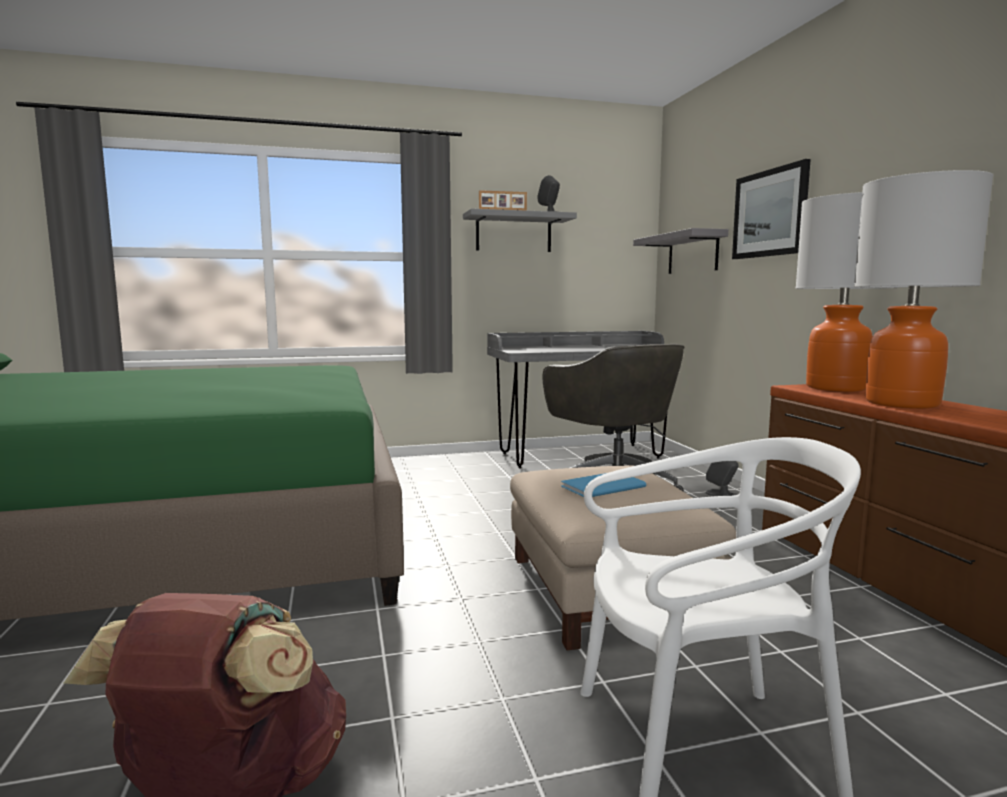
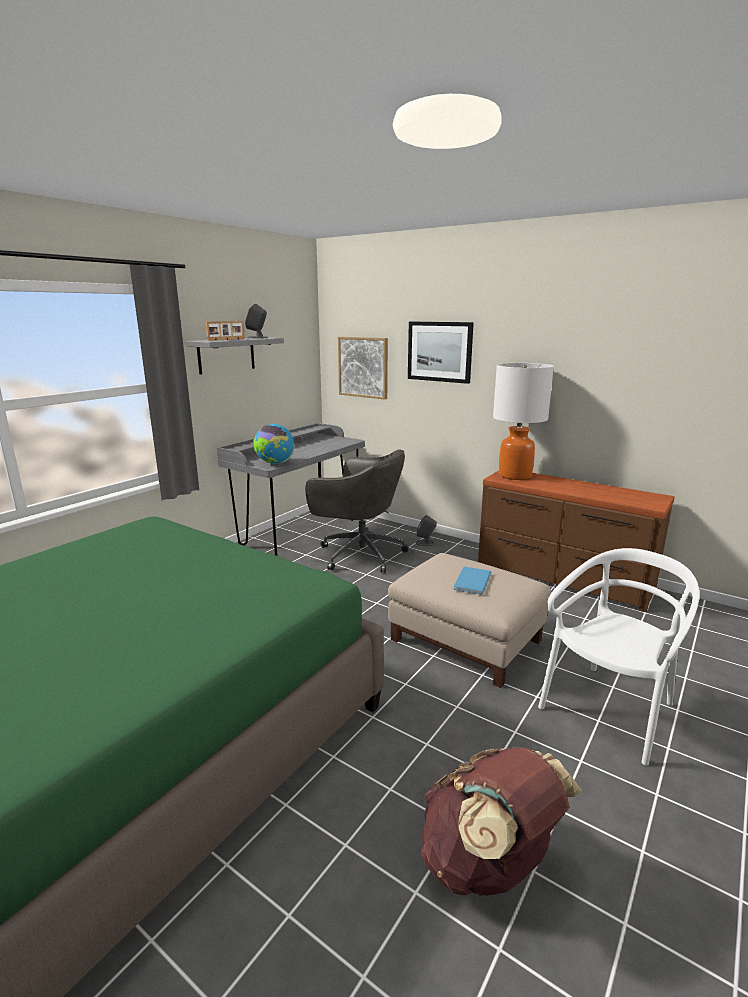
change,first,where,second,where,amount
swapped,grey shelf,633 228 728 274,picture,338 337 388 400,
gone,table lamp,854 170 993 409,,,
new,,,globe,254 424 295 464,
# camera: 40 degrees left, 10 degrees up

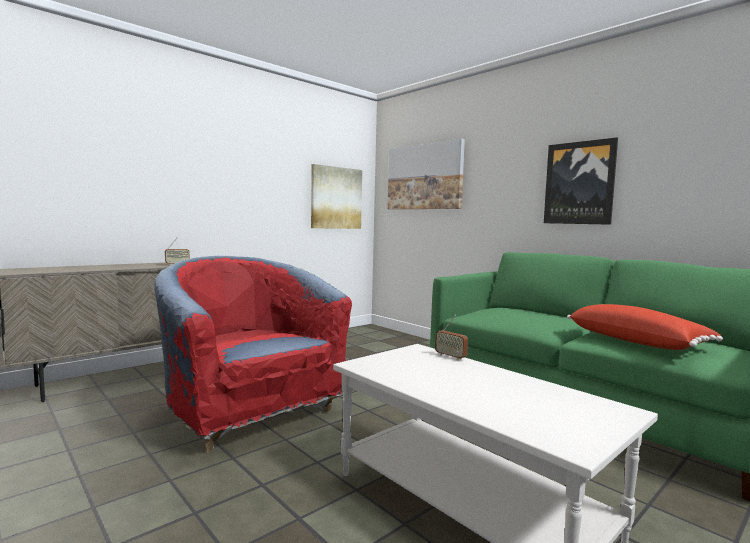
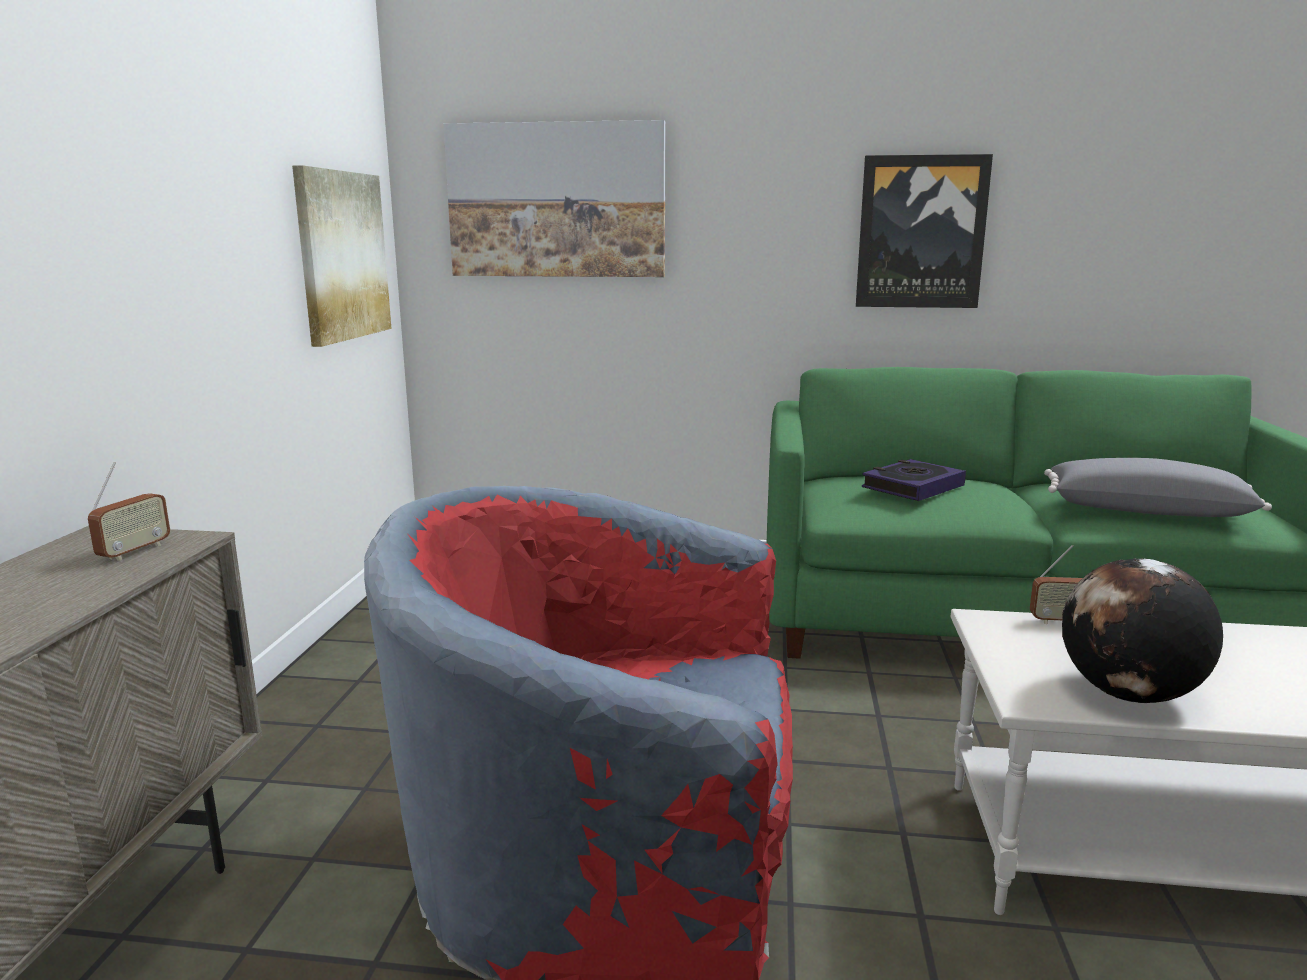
change,first,where,second,where,amount
repainted,red pillow,567 304 723 350,grey pillow,1044 458 1272 517,
new,,,book,862 459 966 501,
new,,,globe,1062 558 1223 703,
# camera: 40 degrees left, 10 degrees up

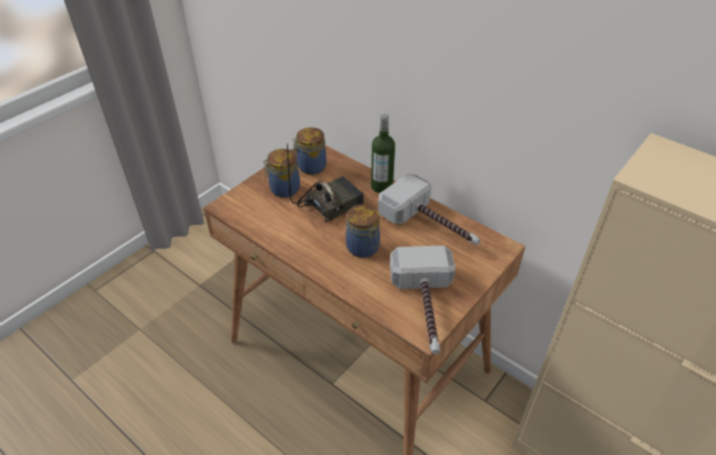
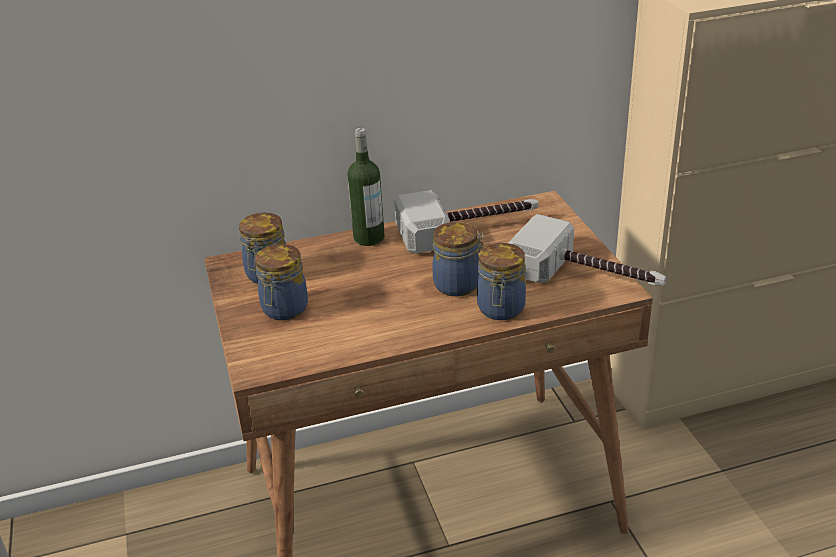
change,first,where,second,where,amount
gone,radio,287 144 364 223,,,
new,,,jar,477 243 526 320,
# camera: 55 degrees left, 10 degrees down

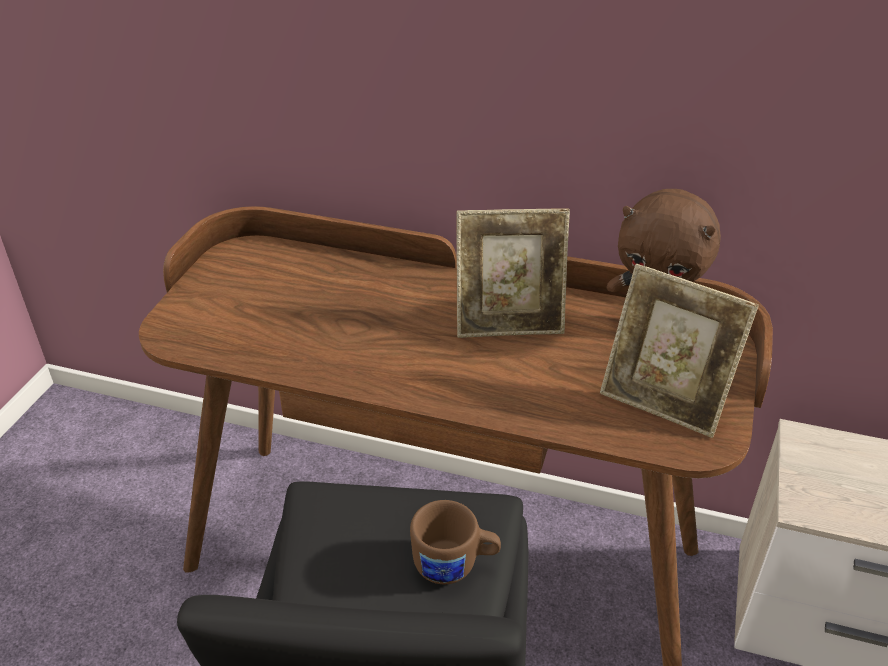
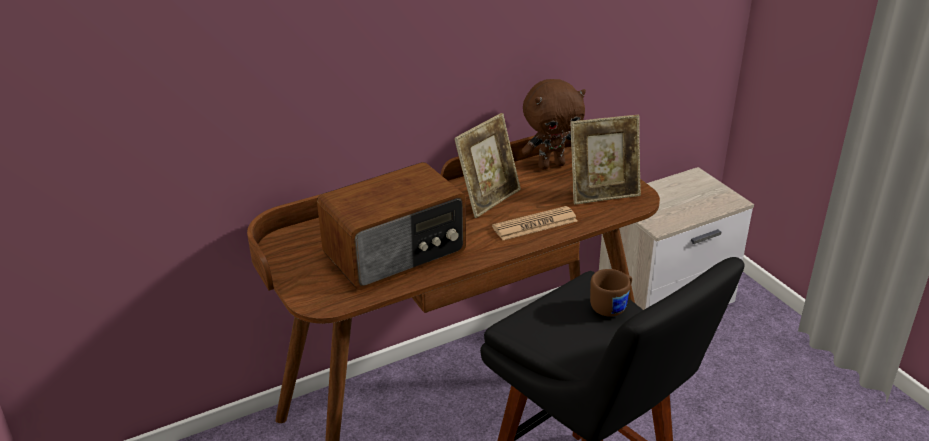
change,first,where,second,where,amount
new,,,radio,317 162 466 290,
new,,,newspaper,492 206 577 240,
# camera: 45 degrees left, 5 degrees down

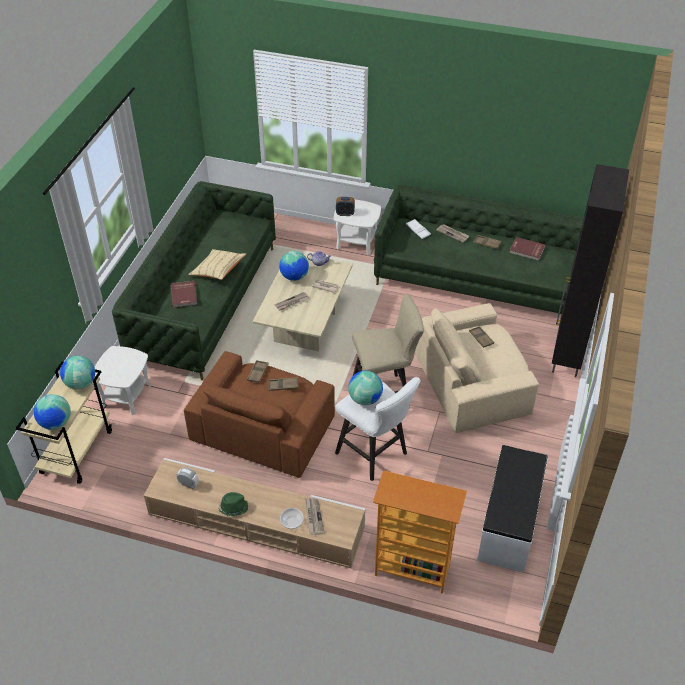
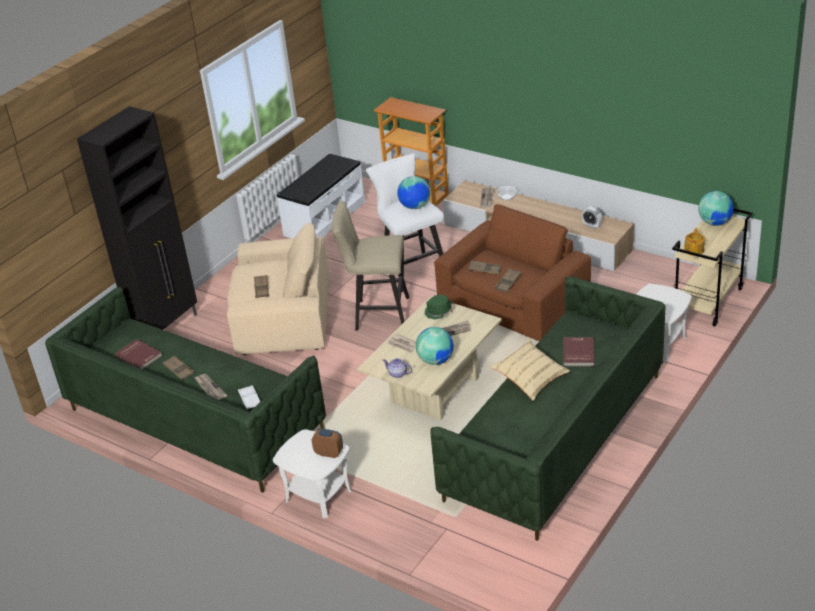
change,first,where,second,where,amount
swapped,globe,60 356 95 390,teapot,684 228 705 256,
shifted,green hat,218 492 248 516,,425 295 454 319,
# camera: 160 degrees left, 10 degrees down

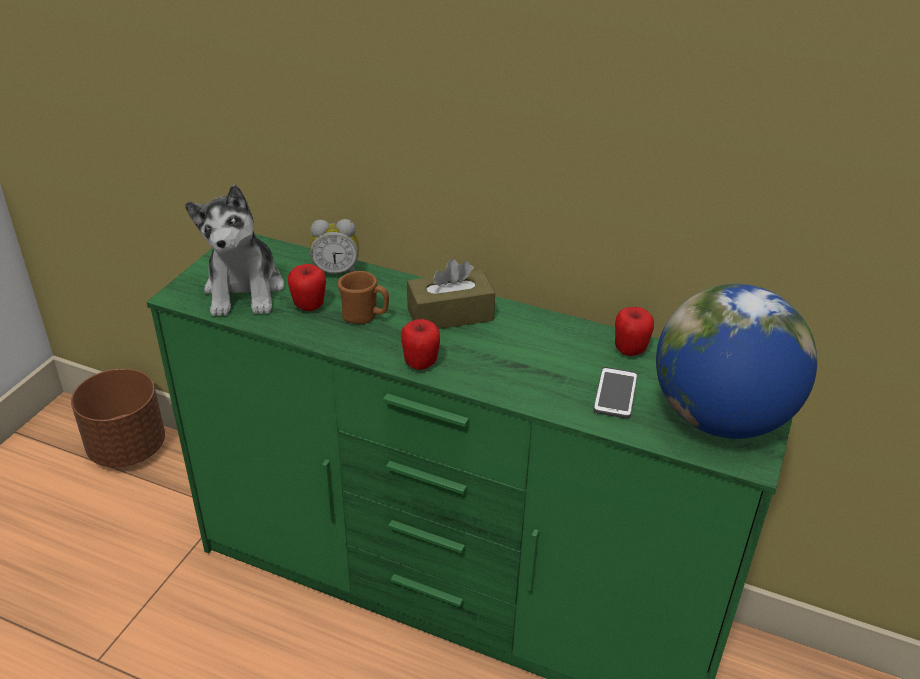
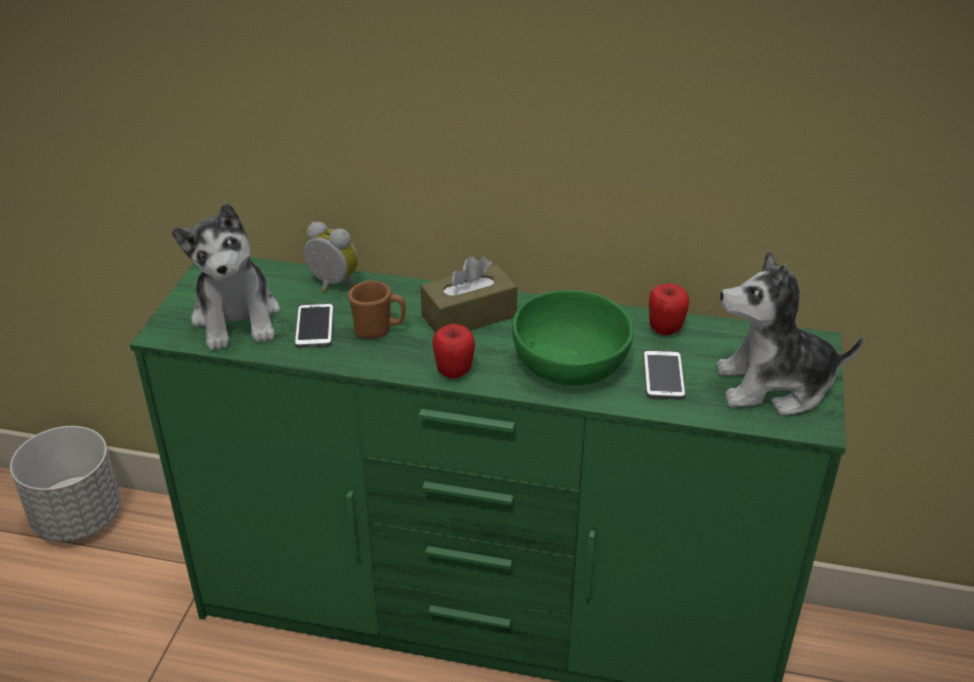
change,first,where,second,where,amount
repainted,brown planter,71 369 165 467,grey planter,10 426 121 541,
swapped,apple,288 264 326 311,phone,294 303 334 348,
rotated,alarm clock,310 219 359 274,,304 222 358 292,135 degrees counterclockwise
swapped,globe,656 284 817 439,plush toy,716 251 864 416,
new,,,green bowl,512 290 634 386,
# camera: 10 degrees left, 0 degrees up

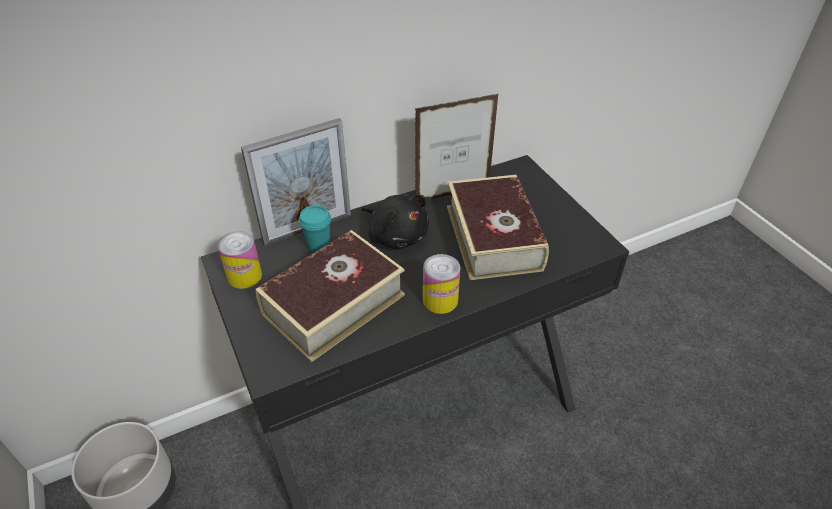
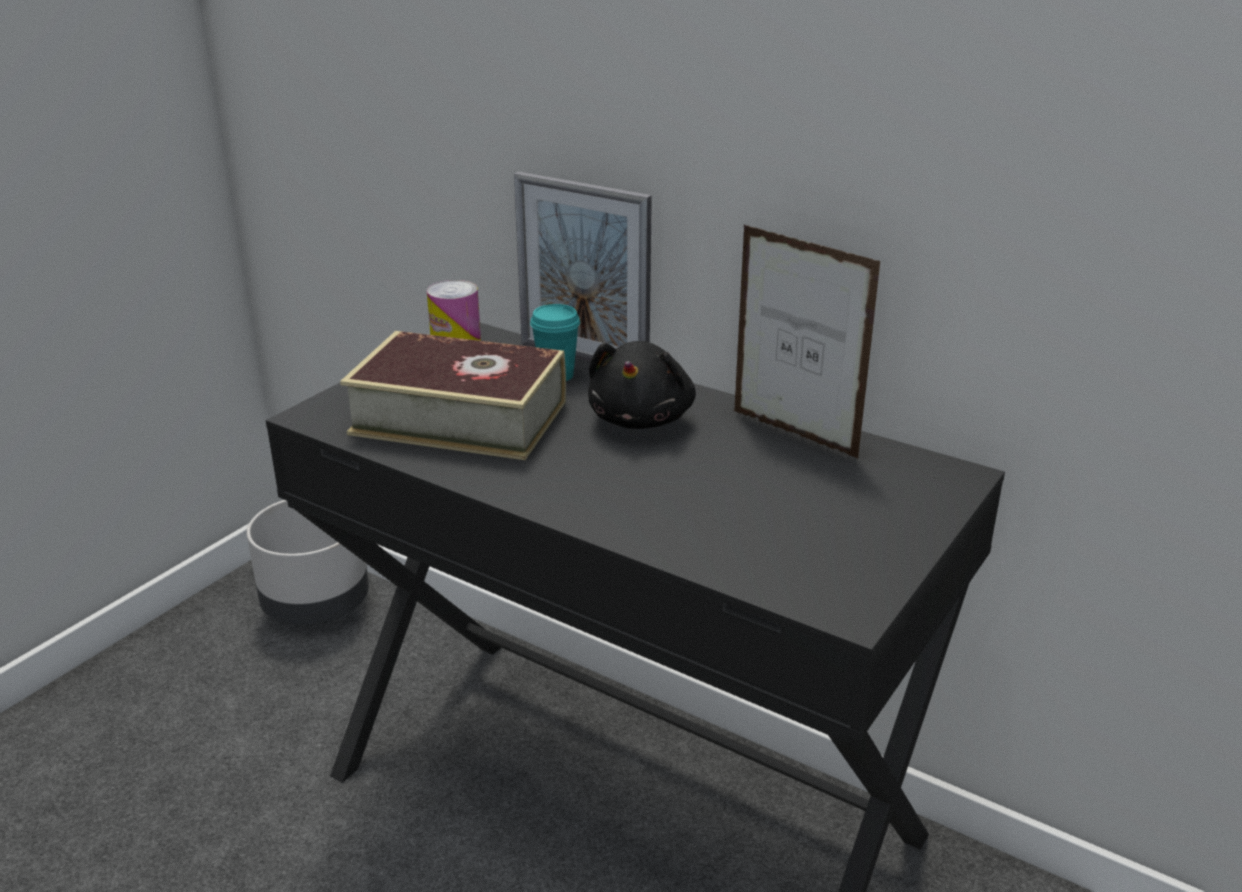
change,first,where,second,where,amount
gone,can,423 254 460 314,,,
gone,book,447 175 549 280,,,
# camera: 60 degrees right, 15 degrees down

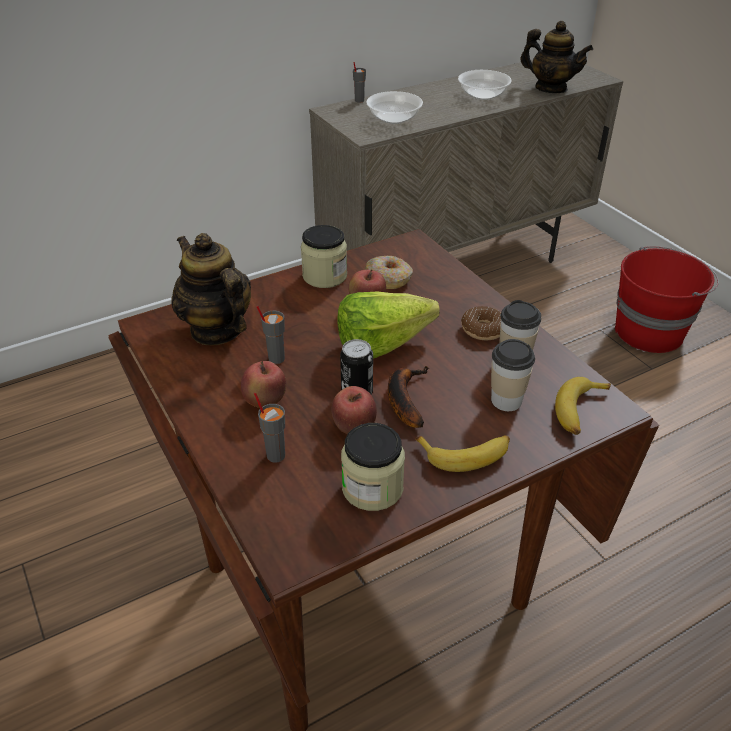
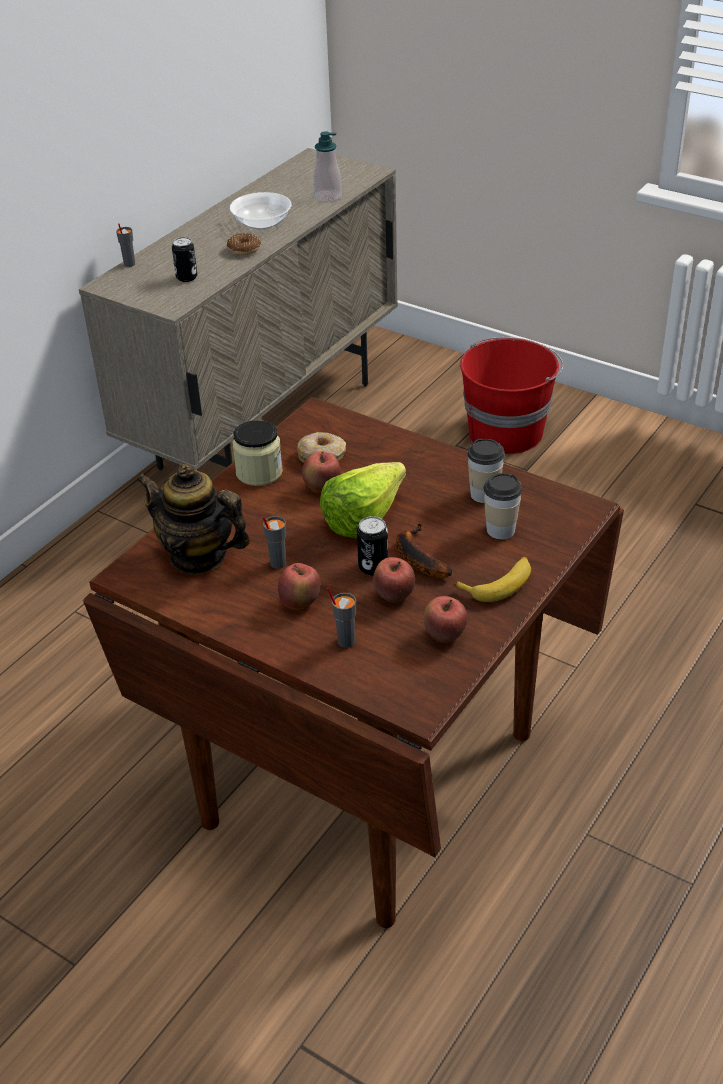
change,first,where,second,where,amount
swapped,jar,341 423 405 511,apple,424 596 467 643,
swapped,bowl,366 91 423 124,can,172 237 197 282,
shifted,donut,461 306 501 340,,227 233 261 255,
swapped,teapot,520 21 593 93,soap dispenser,313 131 342 202,
gone,banana,555 377 611 435,,,
# camera: 25 degrees left, 0 degrees up

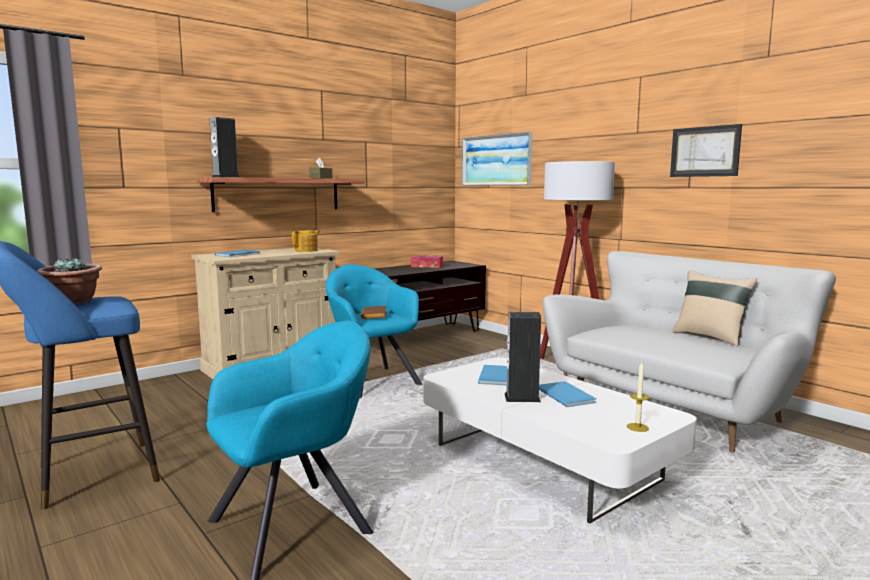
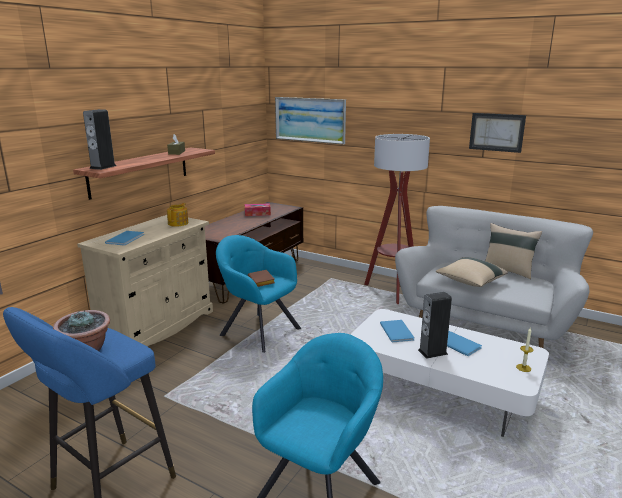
change,first,where,second,where,amount
new,,,beige pillow,436 257 508 287,
# camera: 20 degrees left, 10 degrees up

